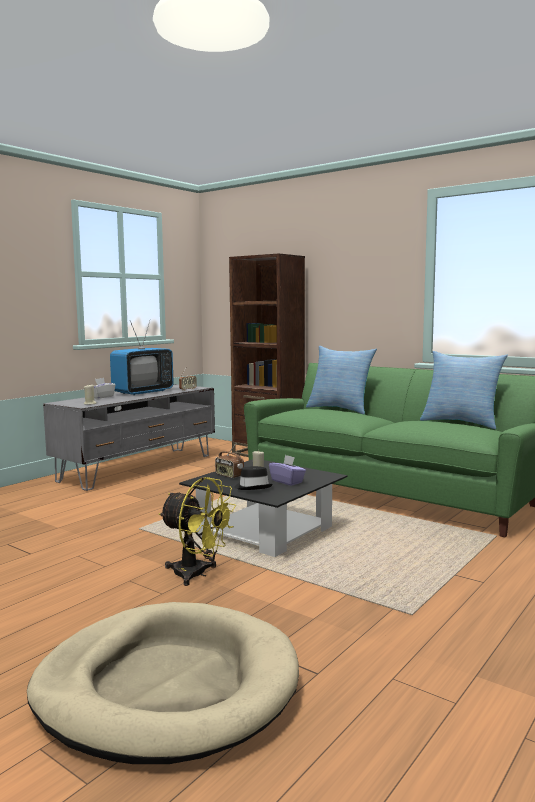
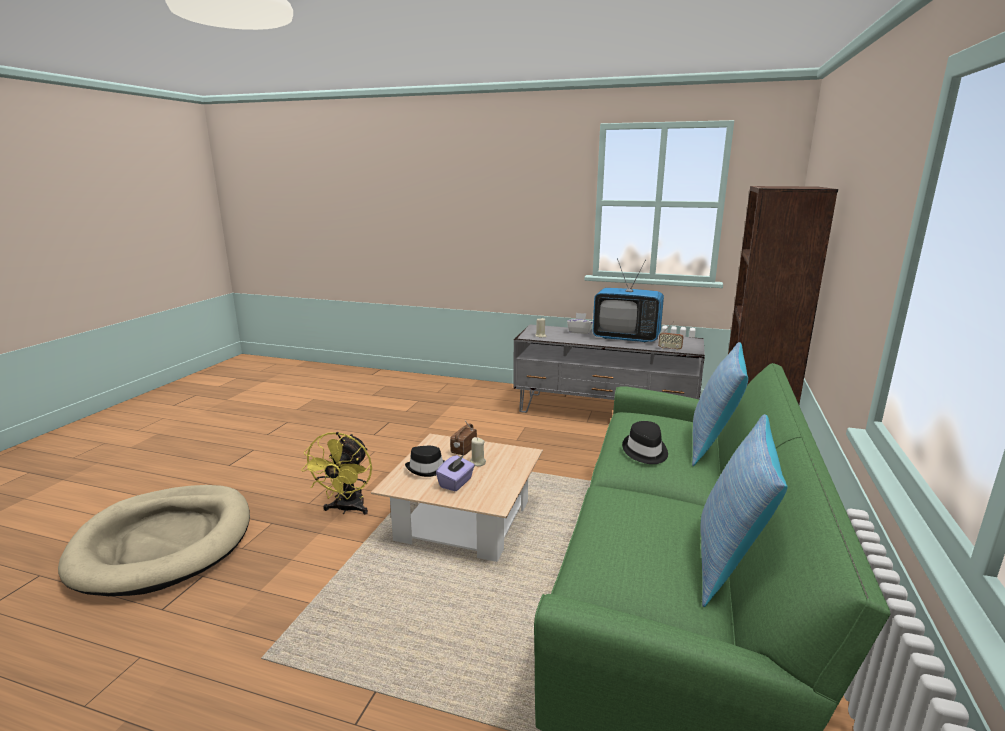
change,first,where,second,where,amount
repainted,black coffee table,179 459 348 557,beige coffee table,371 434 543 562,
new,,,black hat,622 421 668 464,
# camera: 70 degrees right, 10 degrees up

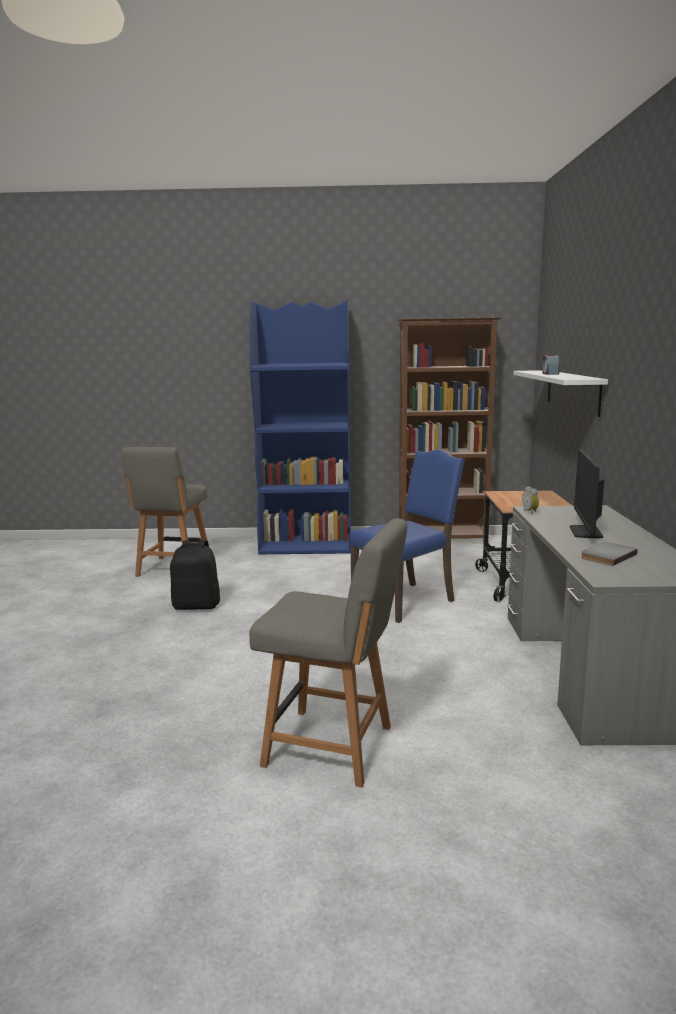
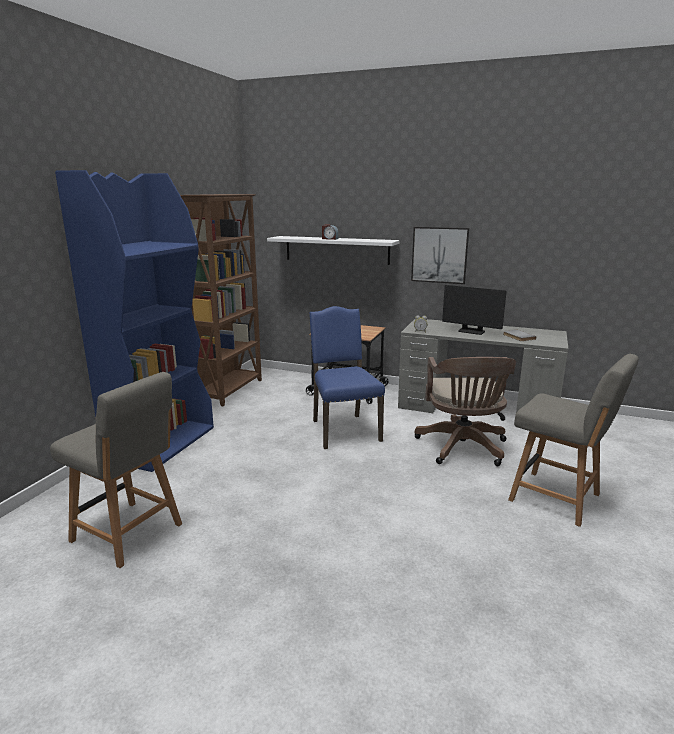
change,first,where,second,where,amount
gone,black backpack,170 540 220 610,,,
rotated,grey chair,249 518 407 788,,508 354 639 527,90 degrees clockwise
new,,,picture,411 227 469 284,
new,,,brown office chair,414 357 516 466,
# camera: 70 degrees left, 5 degrees up

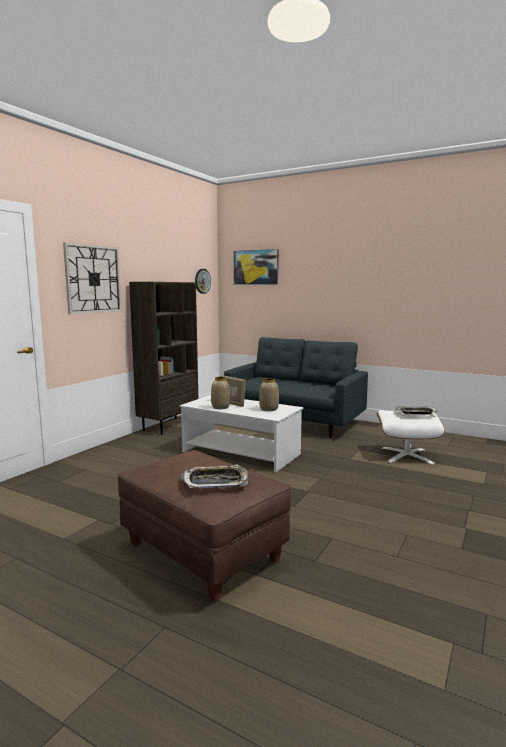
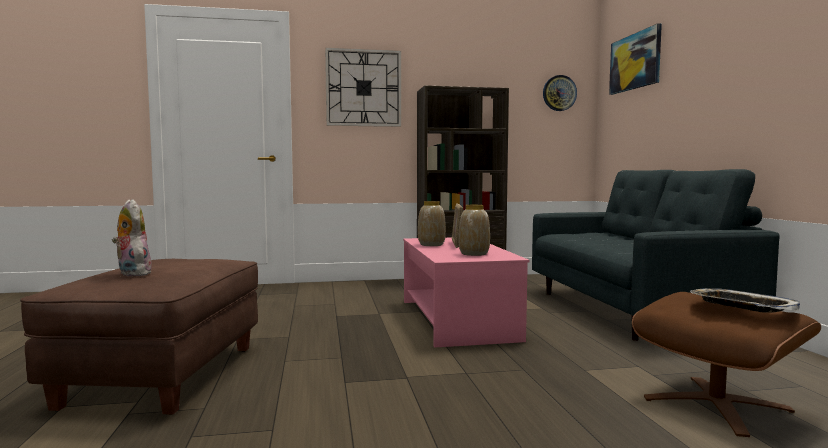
change,first,where,second,where,amount
repainted,white coffee table,179 395 303 472,pink coffee table,403 238 529 348,
swapped,tray,181 465 248 488,plush toy,112 199 151 276,
repainted,white ottoman,377 410 445 465,brown ottoman,632 292 821 437,
# camera: 50 degrees right, 5 degrees down

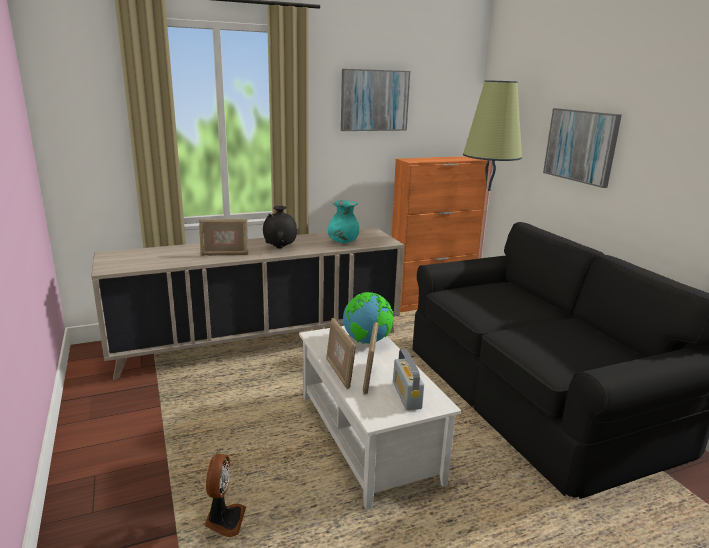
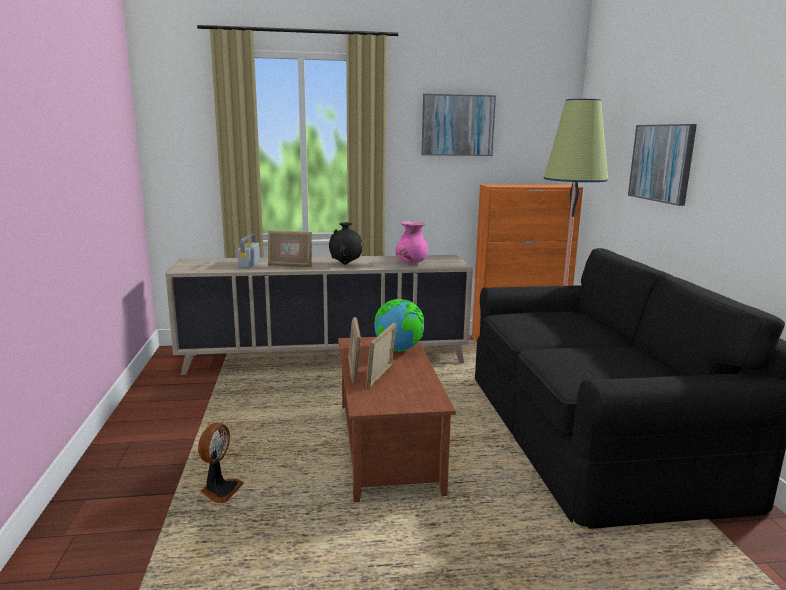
change,first,where,second,where,amount
repainted,white coffee table,299 326 461 510,brown coffee table,338 337 456 502,
repainted,turquoise vase,328 200 359 243,pink vase,395 221 428 264,
shifted,radio,393 349 424 410,,238 234 260 268,
# camera: 15 degrees right, 5 degrees down

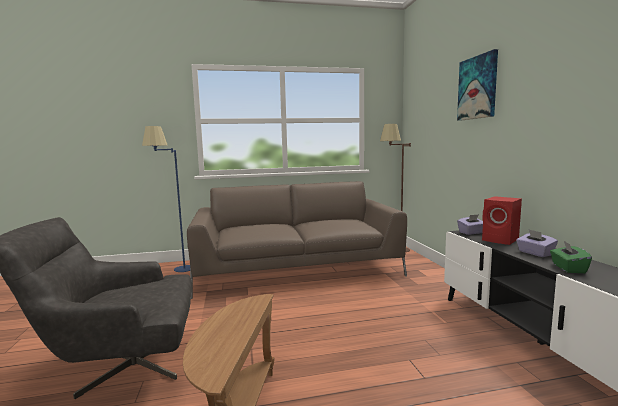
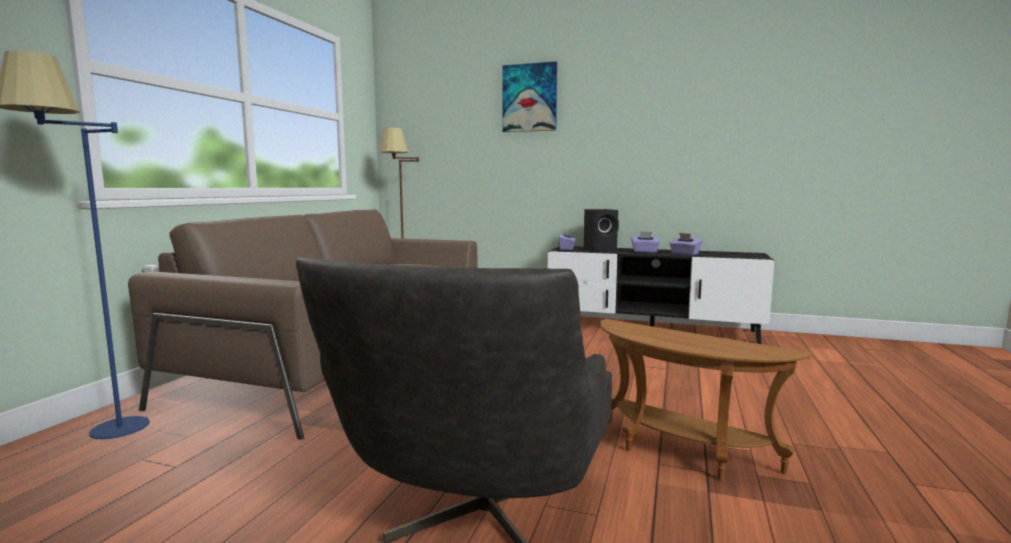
change,first,where,second,where,amount
repainted,red speaker,482 196 522 245,black speaker,584 209 619 251,
repainted,green tissue box,550 241 592 273,purple tissue box,669 233 702 255,
# camera: 60 degrees left, 0 degrees up

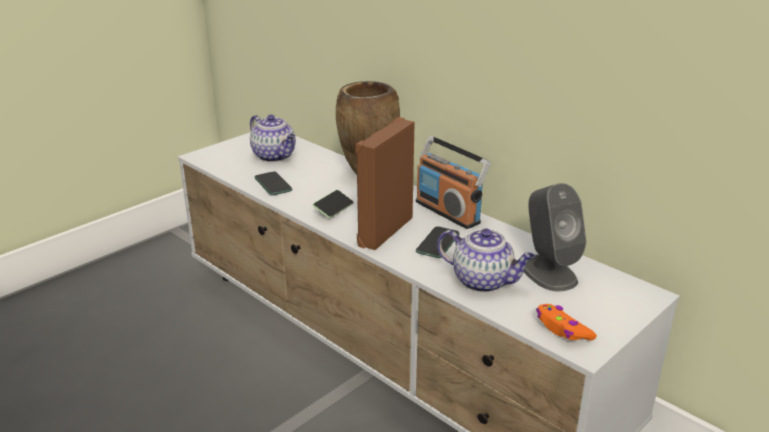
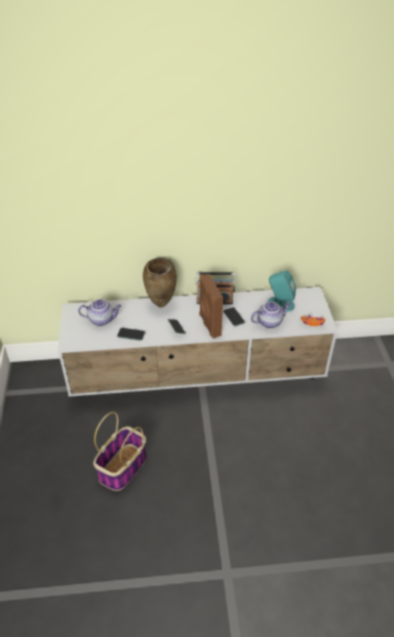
change,first,where,second,where,amount
repainted,grey speaker,524 183 586 292,turquoise speaker,268 270 296 312,
new,,,basket,93 412 147 491,
# camera: 50 degrees left, 15 degrees up

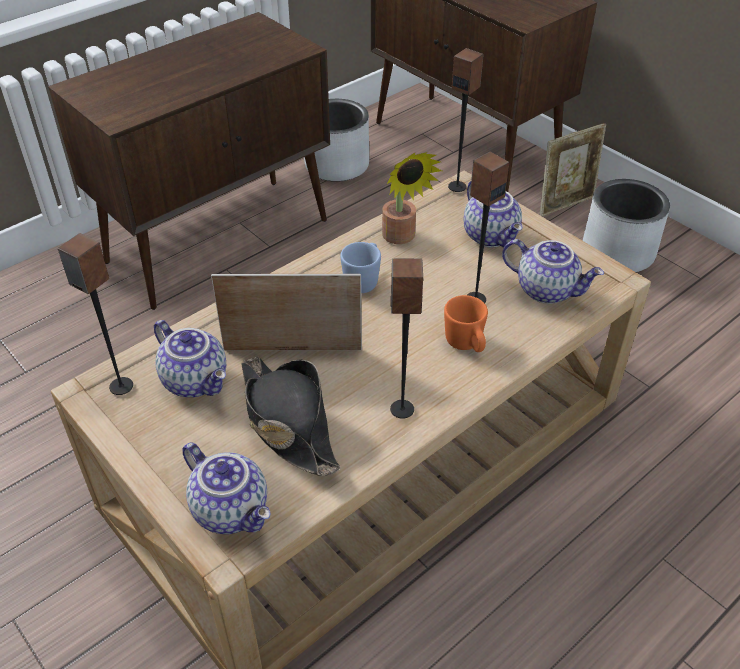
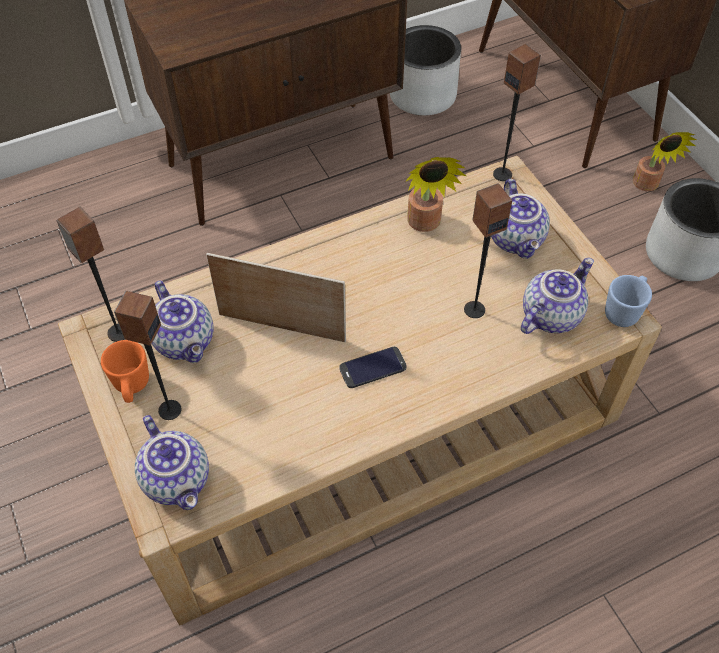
change,first,where,second,where,amount
gone,black hat,241 357 340 476,,,
shifted,blue mug,340 242 381 293,,605 275 652 327,
shifted,speaker,390 258 423 419,,114 291 181 420,
shifted,orange mug,444 295 488 352,,101 340 149 403,
rotated,teapot,502 239 604 304,,521 258 594 334,90 degrees counterclockwise
swapped,picture frame,539 123 606 217,potted plant,633 132 697 191,
new,,,phone,339 347 407 388,
# camera: 15 degrees right, 10 degrees up

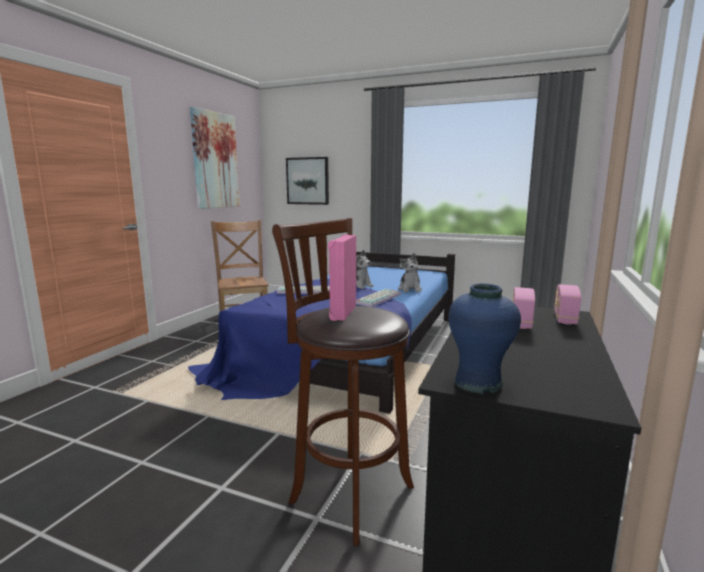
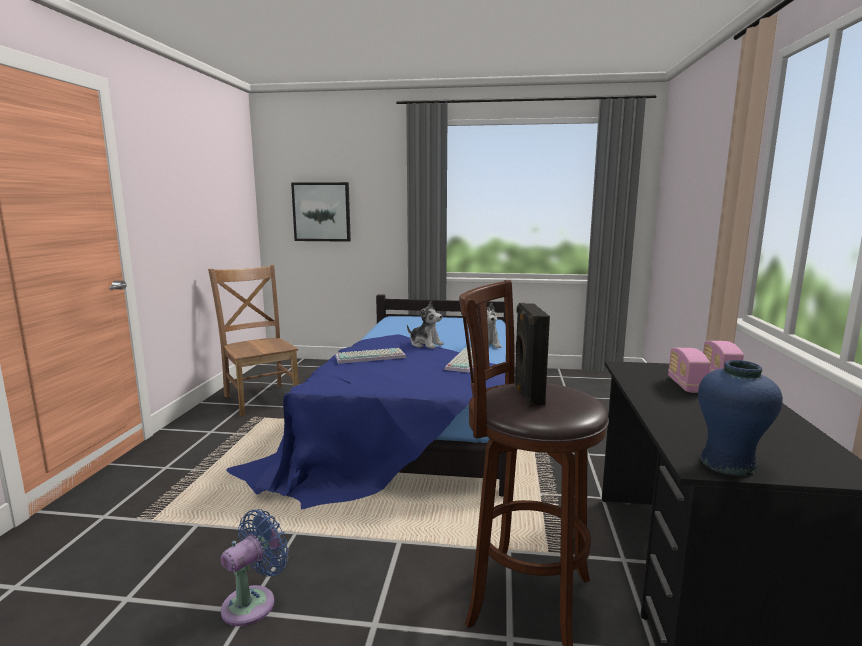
change,first,where,second,where,amount
gone,picture,190 107 240 209,,,
repainted,pink speaker,328 234 356 321,black speaker,514 303 550 407,
new,,,blue fan,221 509 289 626,
# camera: 15 degrees left, 0 degrees up

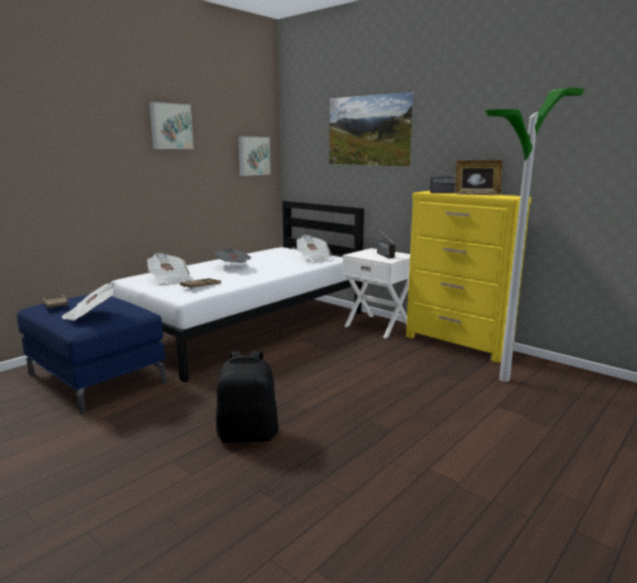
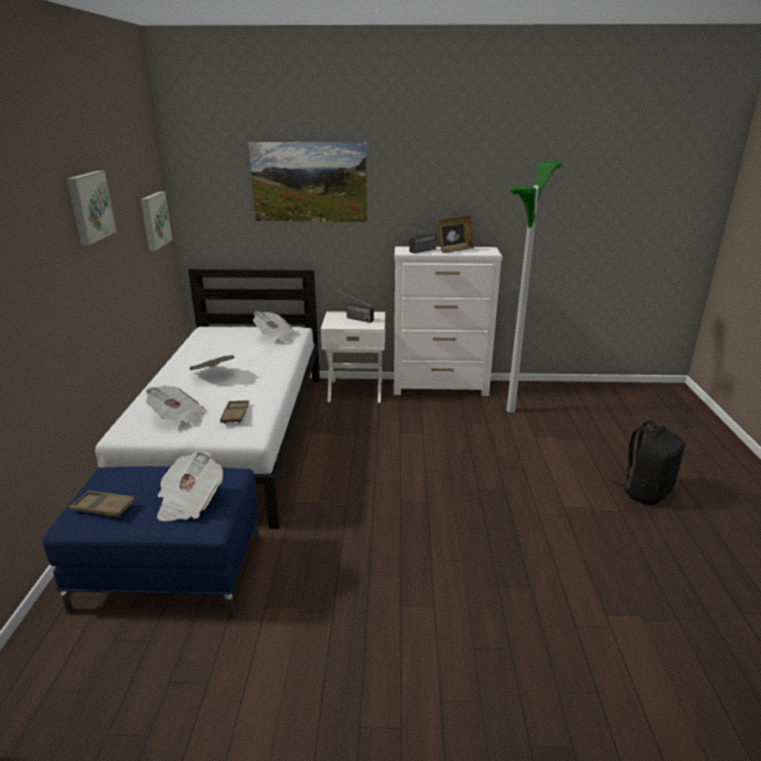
change,first,where,second,where,amount
shifted,black backpack,216 351 278 442,,613 420 685 505,
repainted,yellow dresser,406 191 531 363,white dresser,394 246 502 396,
# camera: 40 degrees left, 10 degrees up

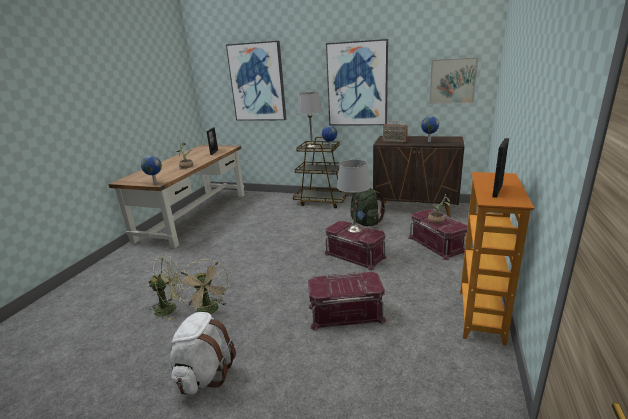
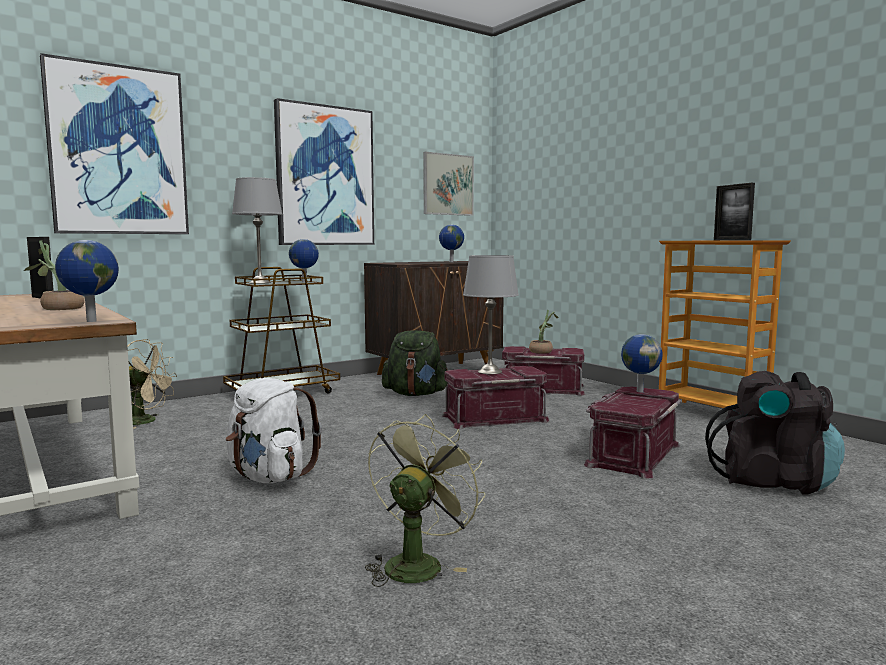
change,first,where,second,where,amount
shifted,white backpack,170 312 236 395,,226 378 322 483,
shifted,beige fan,177 259 230 314,,128 339 177 429,
gone,radio,383 121 408 142,,,
new,,,globe,621 334 663 392,
new,,,black backpack,705 371 845 495,
# camera: 55 degrees left, 15 degrees down

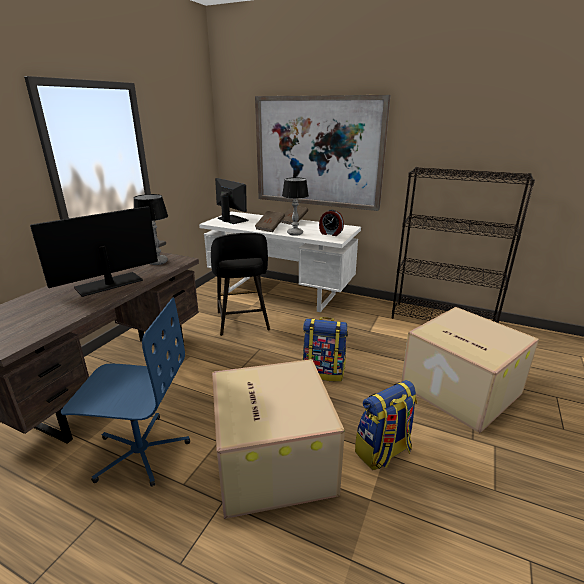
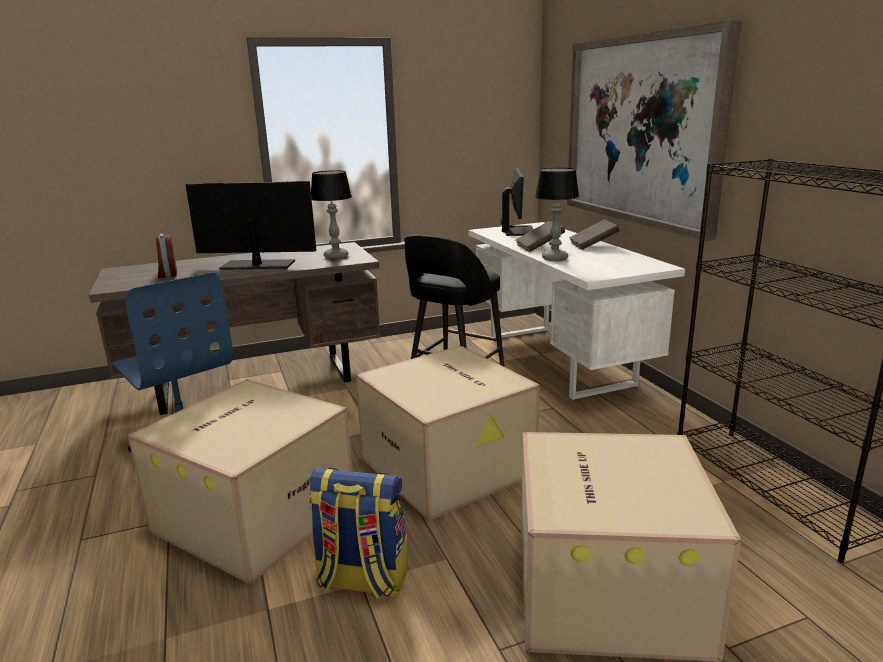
change,first,where,second,where,amount
swapped,backpack,303 317 348 382,cardboard box,355 345 540 521,
shifted,alarm clock,319 210 344 236,,156 234 177 278,
# camera: 45 degrees right, 5 degrees down

